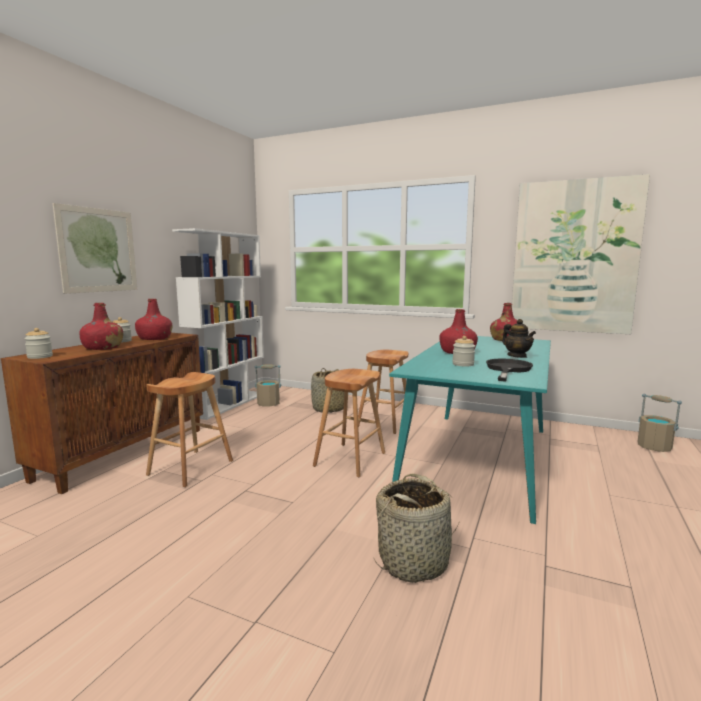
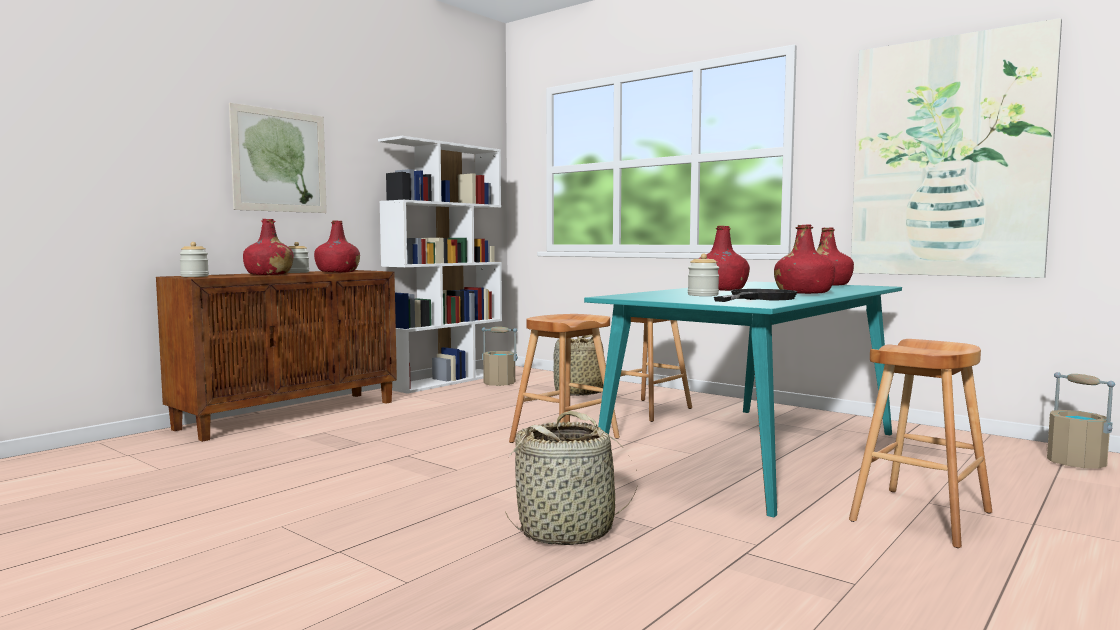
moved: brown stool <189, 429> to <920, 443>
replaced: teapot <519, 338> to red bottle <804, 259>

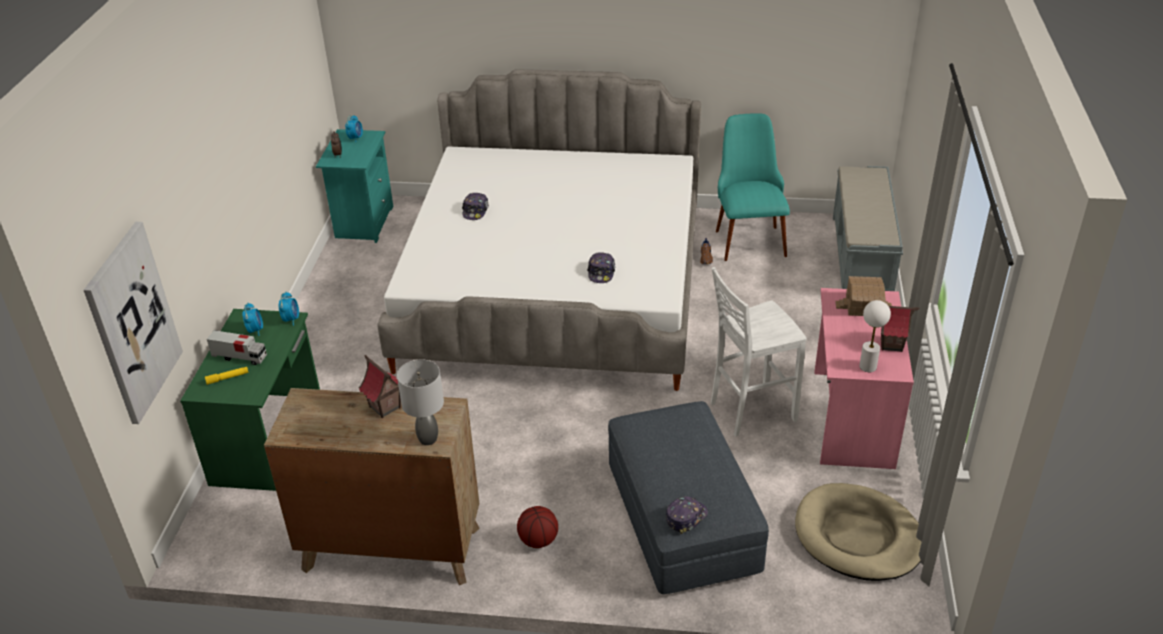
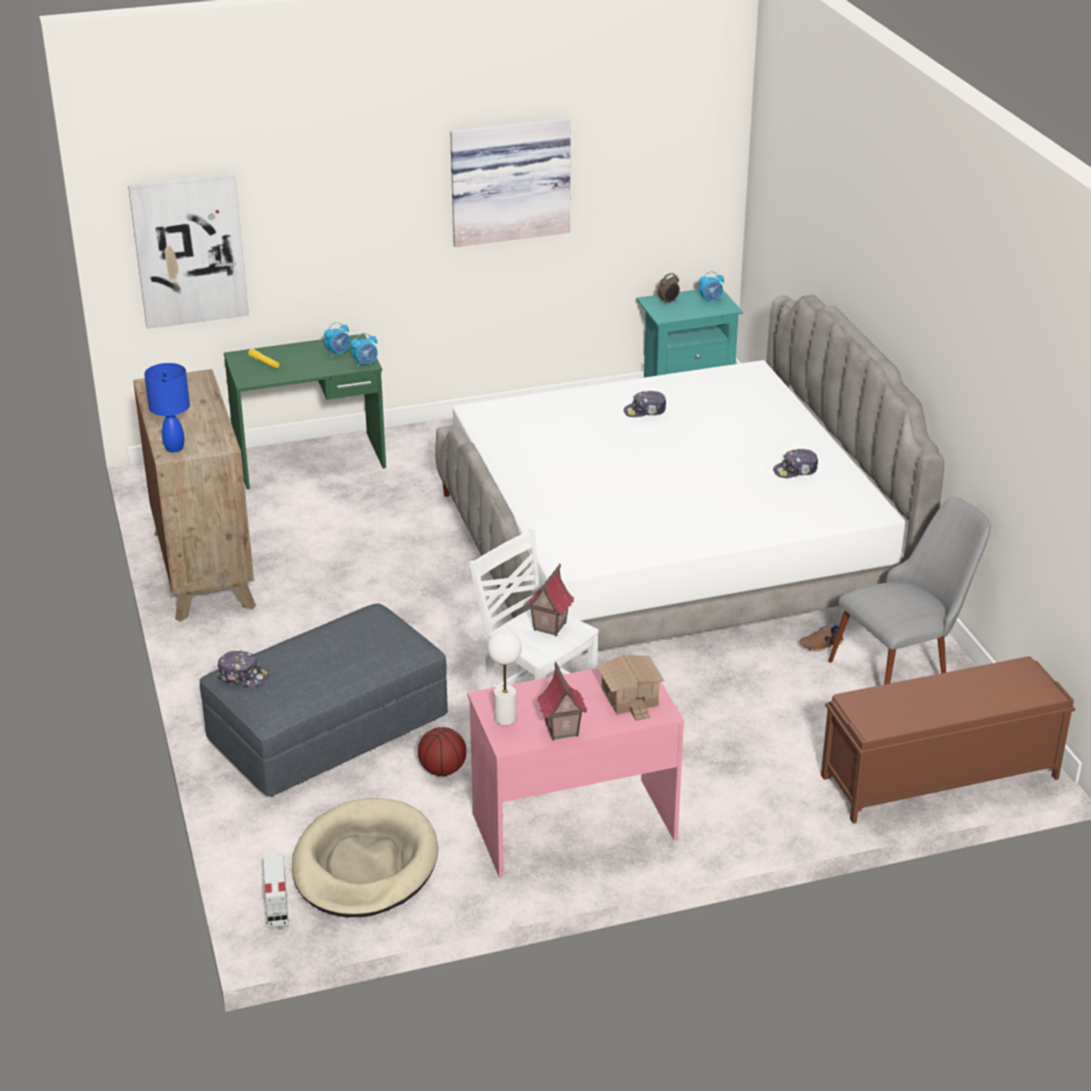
added: picture <510, 182>
moved: toy truck <237, 347> to <276, 892>; toy house <379, 386> to <550, 600>; basketball <537, 527> to <442, 751>; cap <601, 267> to <795, 463>
recoloured: grey table lamp <420, 402> to blue table lamp <167, 407>; turquoise chair <753, 187> to grey chair <909, 591>; grey bench <868, 228> to brown bench <948, 740>

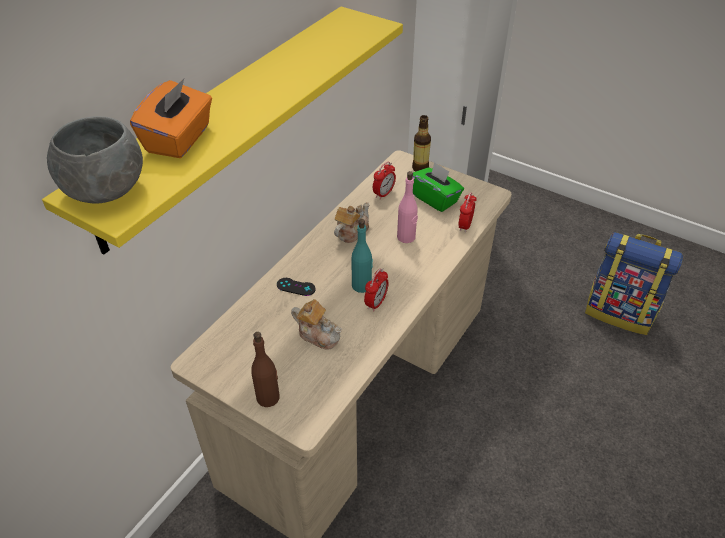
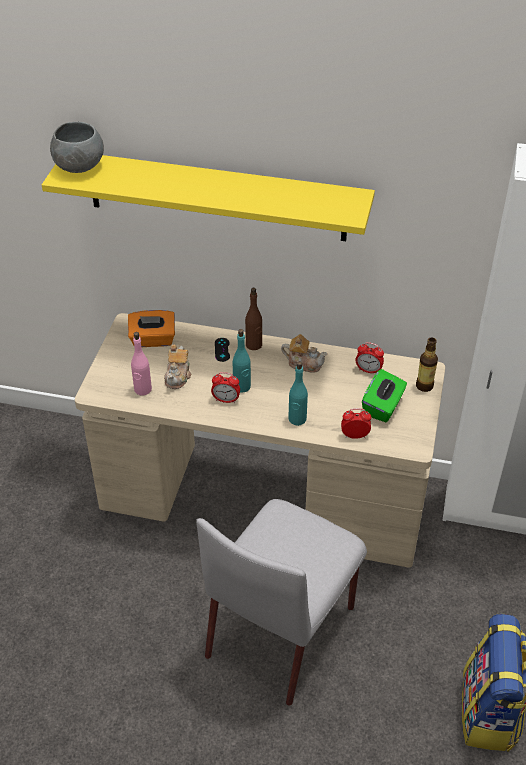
added: grey chair <281, 602>; turquoise bottle <298, 393>
moved: orange tissue box <171, 118> to <151, 328>; brown bottle <265, 369> to <253, 319>; pink bottle <407, 207> to <141, 364>

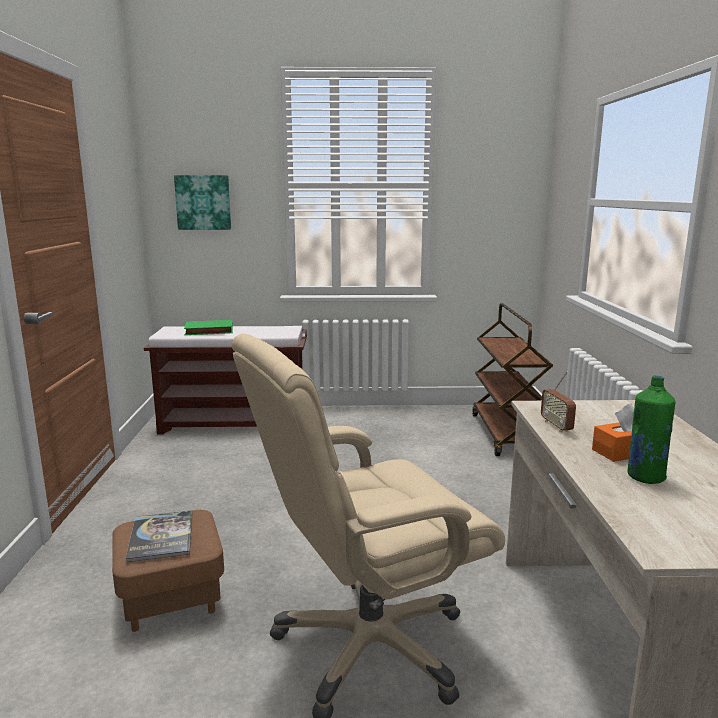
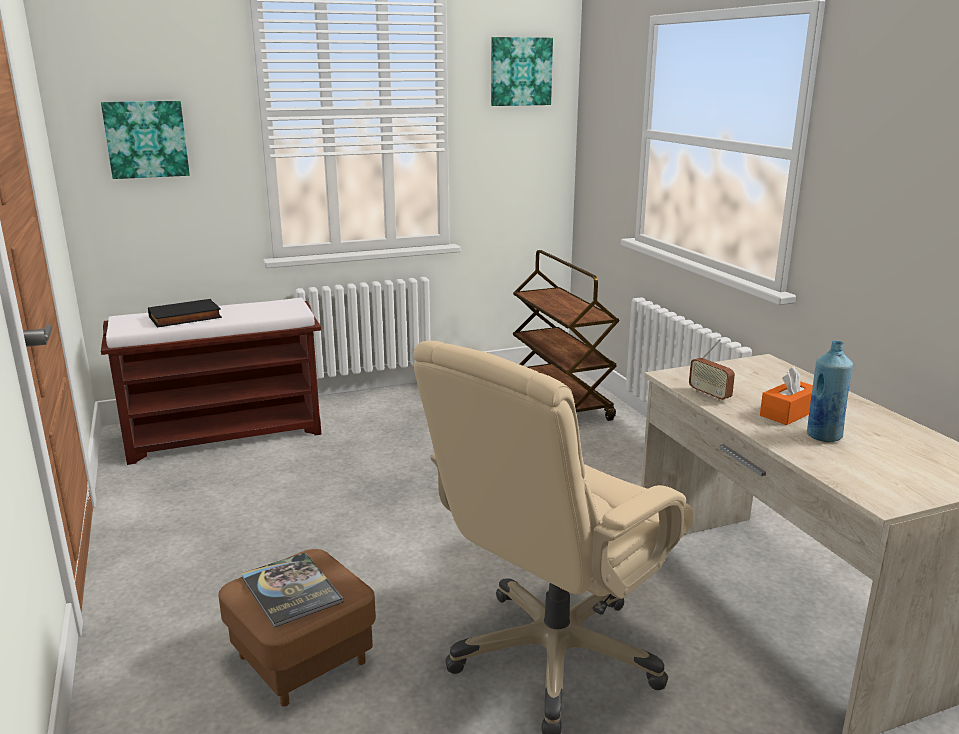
added: picture <522, 71>
recoloured: green book <208, 327> to black book <185, 313>; green bottle <651, 430> to blue bottle <830, 391>

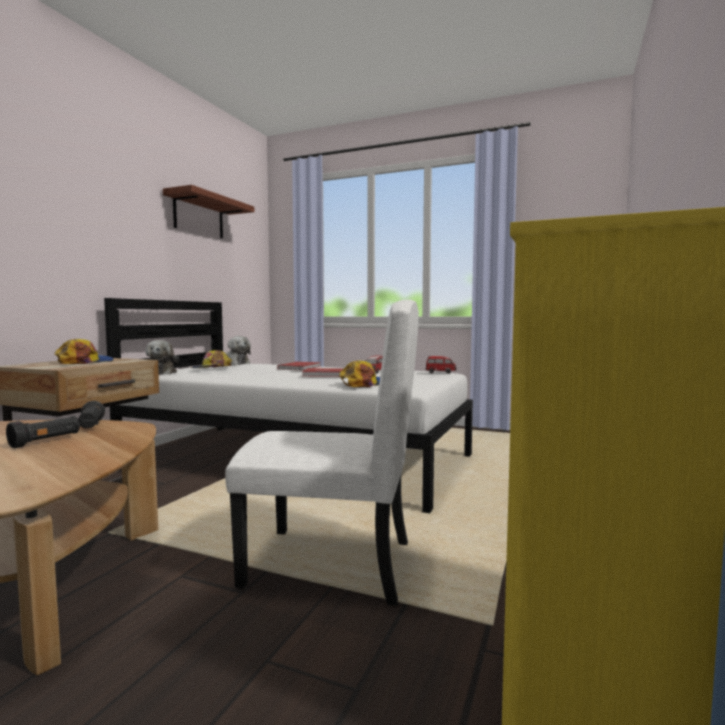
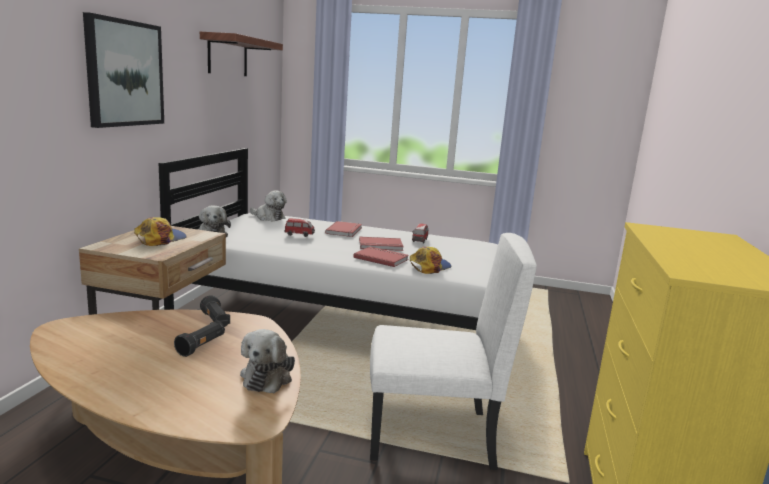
removed: cap <211, 359>
added: picture <123, 70>; plush toy <267, 361>; red book <381, 257>
moved: toy car <441, 365> to <299, 227>

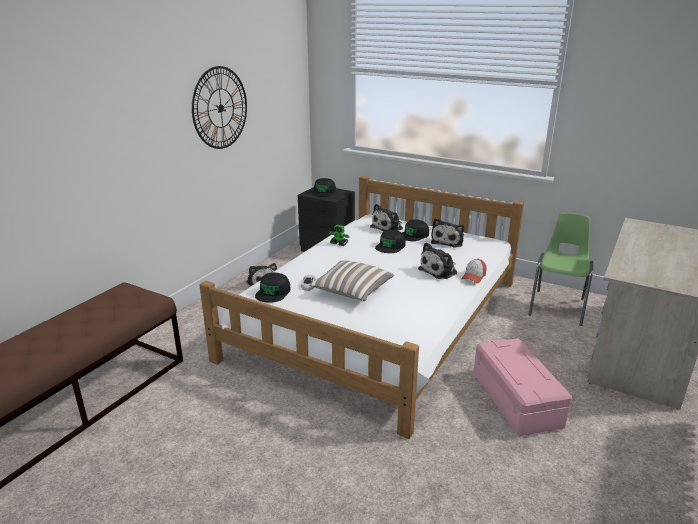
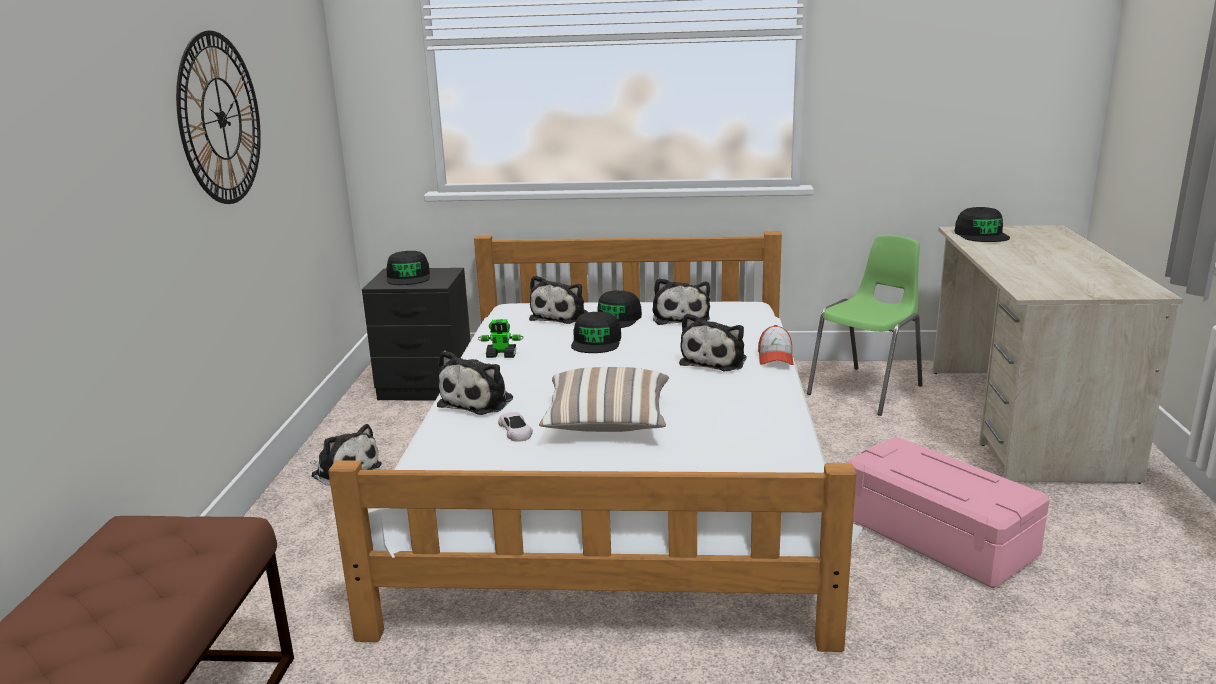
added: plush toy <475, 383>
moved: black cap <273, 287> to <982, 224>
turned: green chair <561, 269> = <864, 325> 45 degrees clockwise

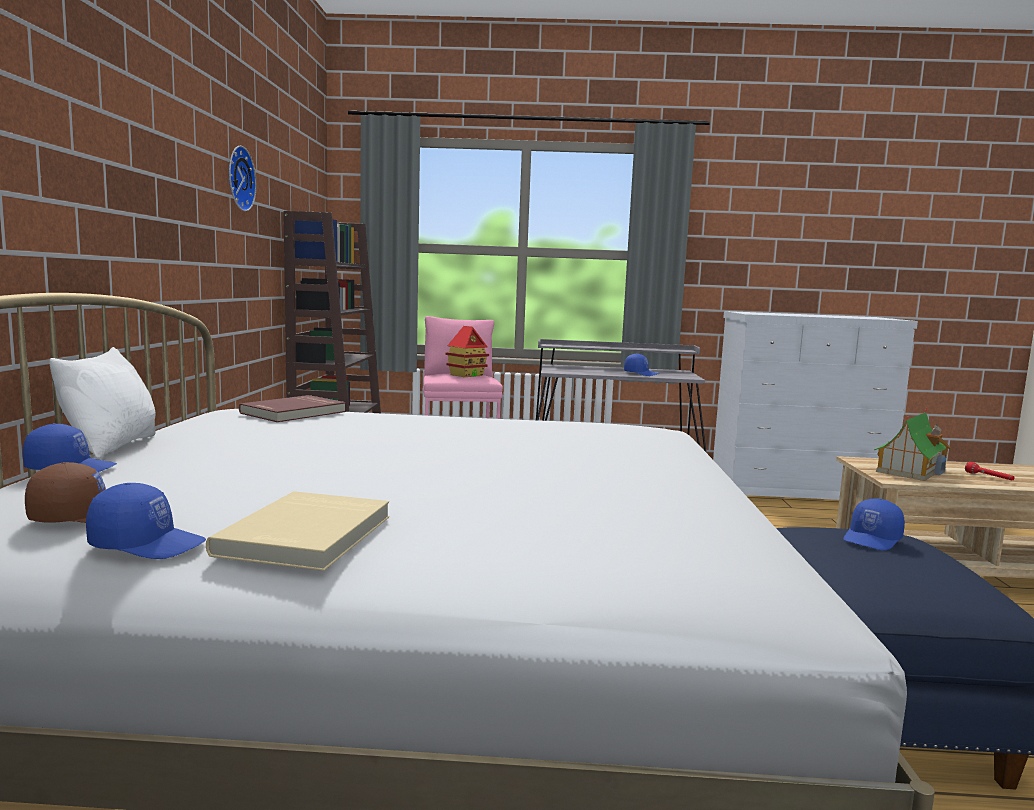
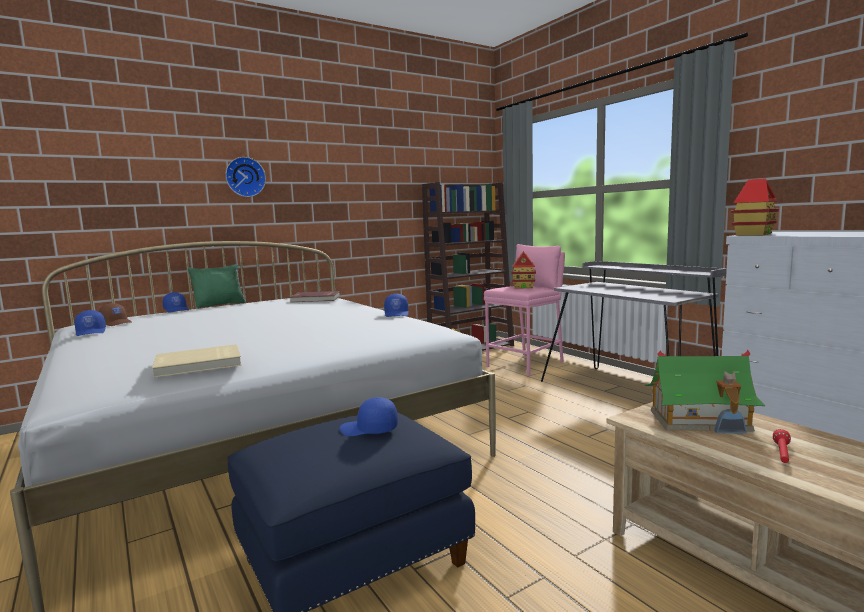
added: toy house <755, 206>
moved: beige book <297, 531> to <197, 361>; wall clock <243, 178> to <245, 177>; blue cap <641, 364> to <396, 305>
recoloured: white pillow <102, 402> to green pillow <217, 286>

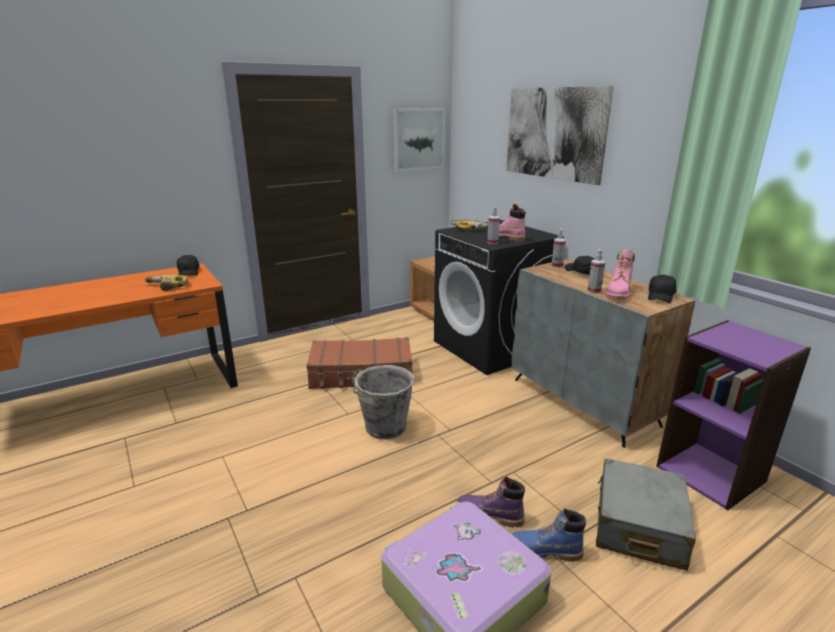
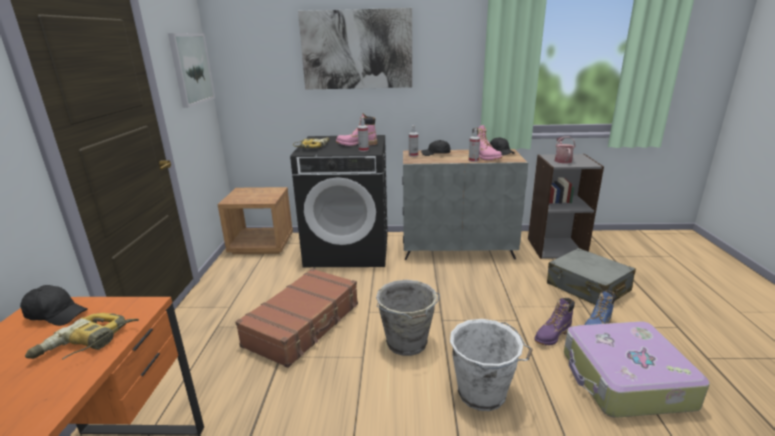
added: white bucket <491, 365>; watering can <565, 149>
recoloured: purple bookcase <733, 415> to grey bookcase <566, 206>

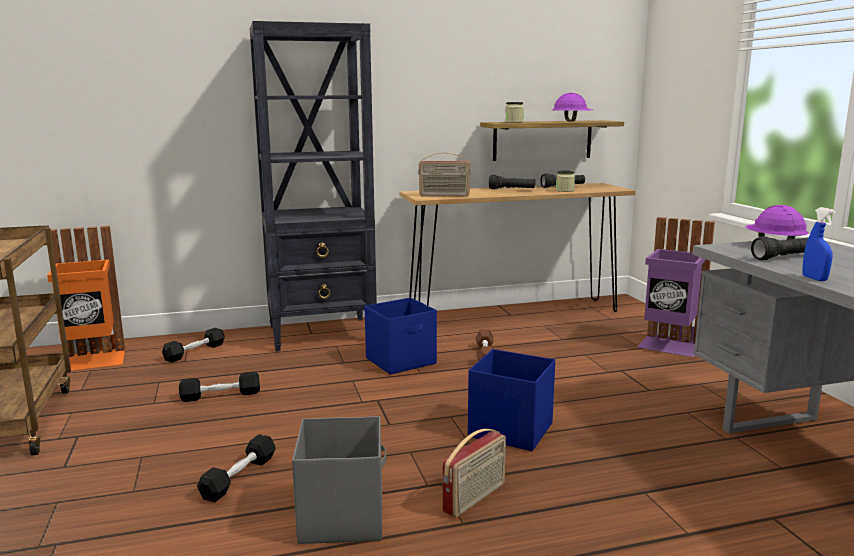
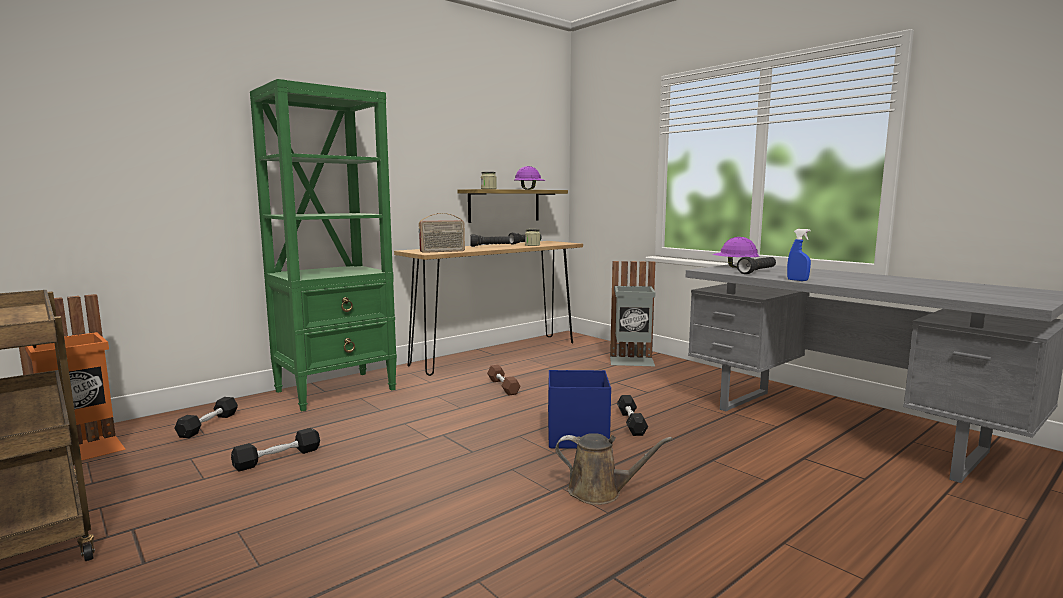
removed: grey storage box <339, 480>; blue storage box <401, 336>
moved: black dumbbell <236, 468> to <632, 415>
replaced: radio <474, 473> to brown watering can <613, 469>
recoloured: black bookcase <313, 186> to green bookcase <323, 245>; purple trash can <676, 287> to grey trash can <633, 313>

